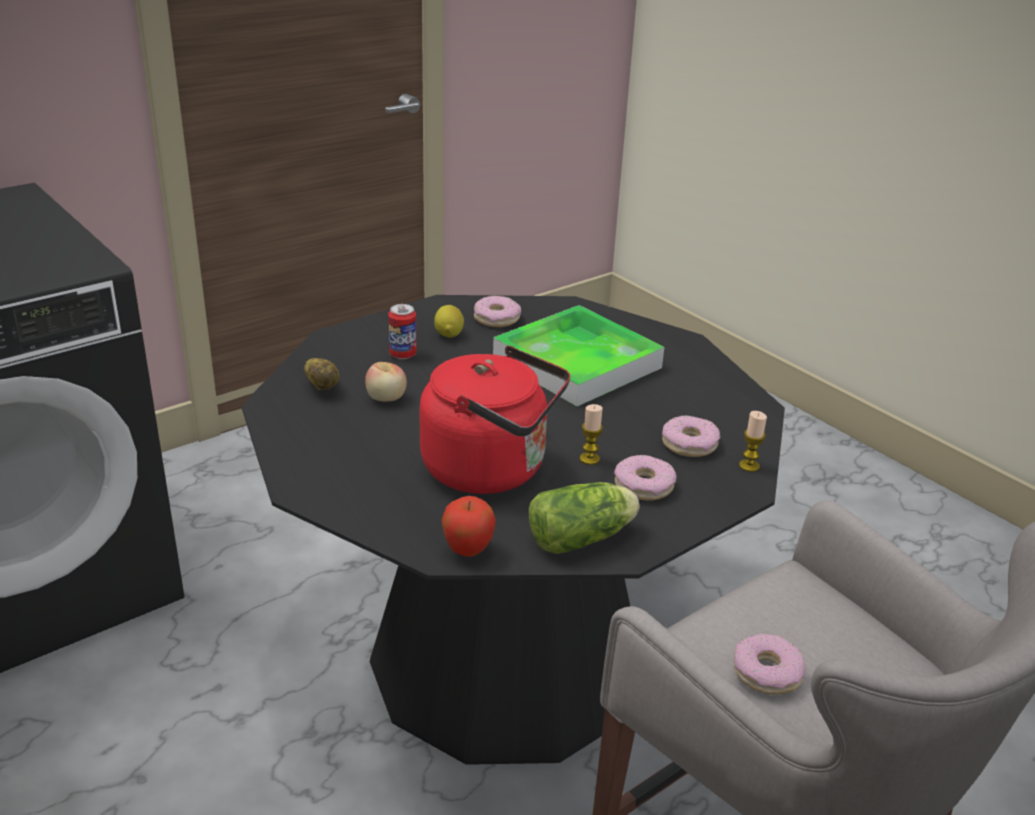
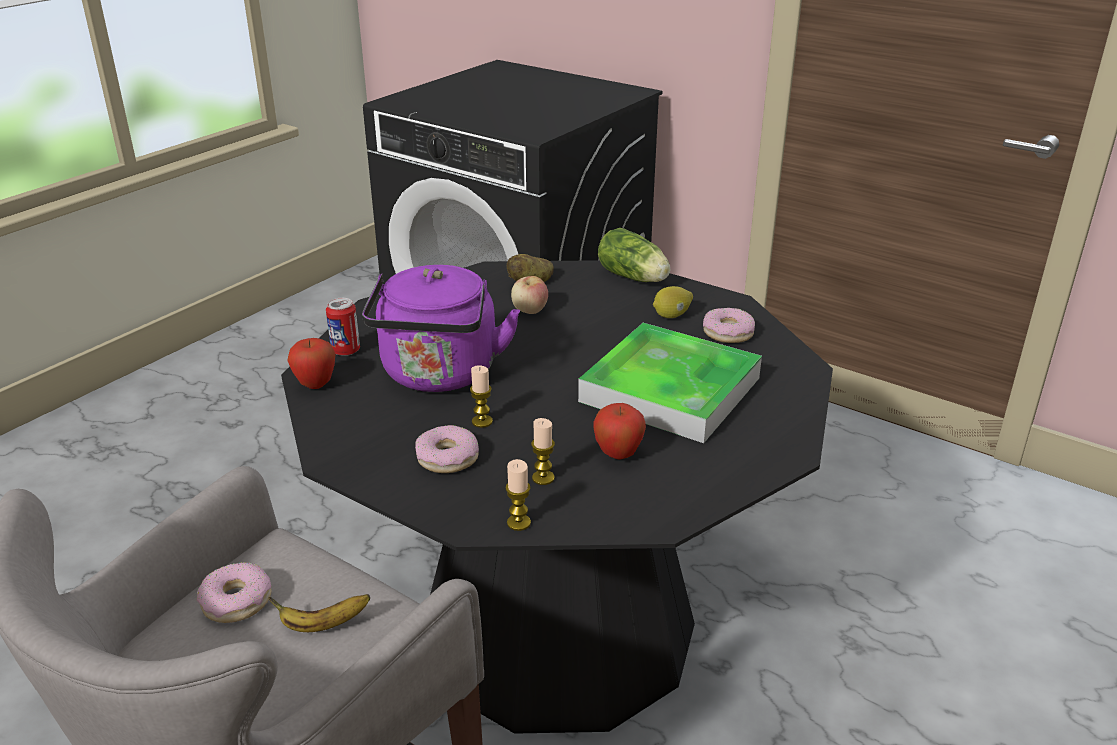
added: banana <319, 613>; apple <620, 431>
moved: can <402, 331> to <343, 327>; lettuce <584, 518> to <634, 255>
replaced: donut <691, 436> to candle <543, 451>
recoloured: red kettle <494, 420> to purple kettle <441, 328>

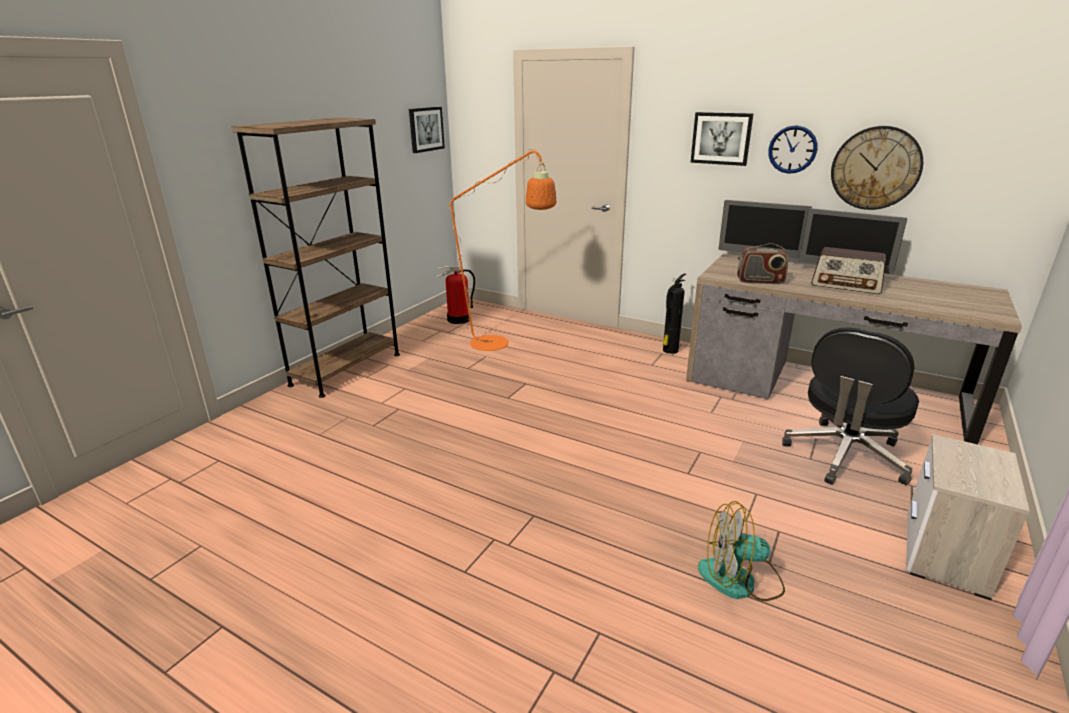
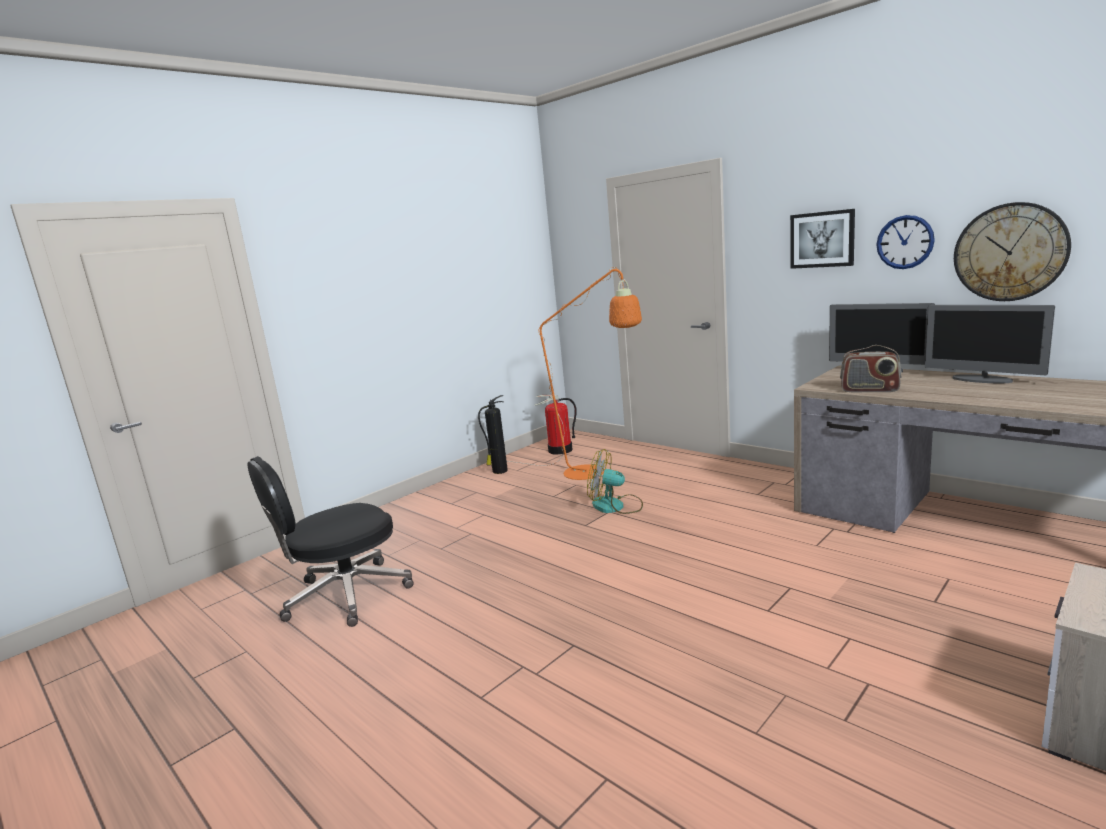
removed: brown bookcase <316, 258>; picture <427, 130>; radio <848, 270>
moved: fire extinguisher <674, 313> to <493, 434>; fan <741, 551> to <615, 481>; black office chair <850, 406> to <330, 541>

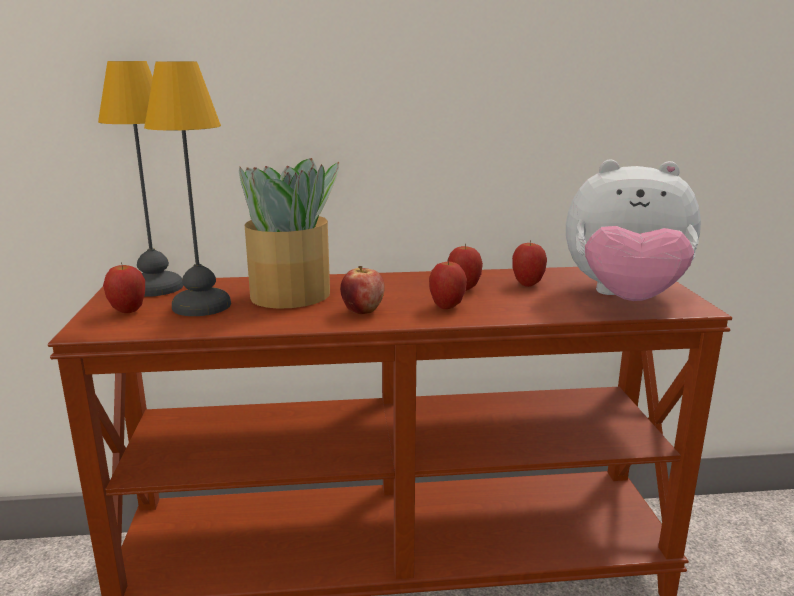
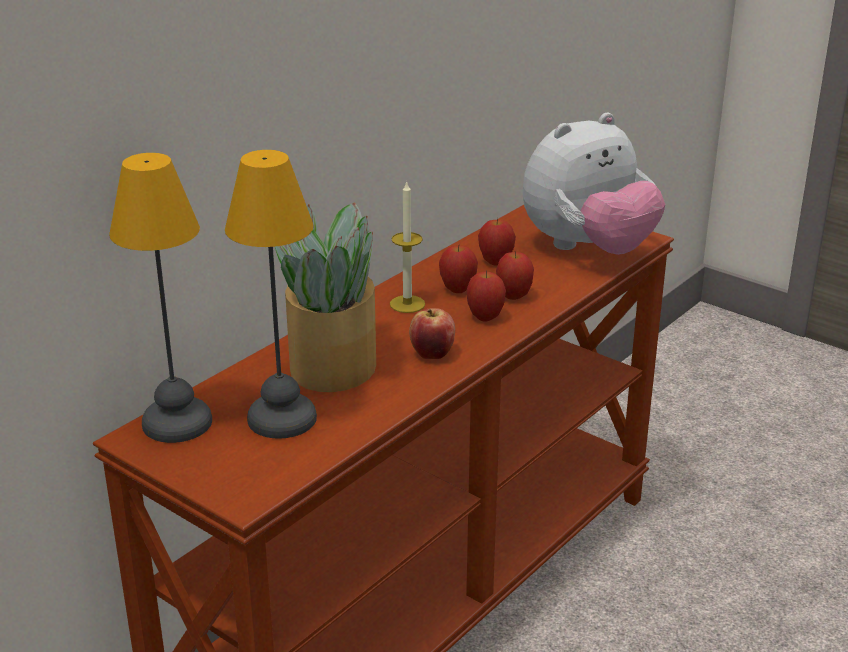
added: candle <407, 246>
moved: apple <124, 287> to <515, 275>

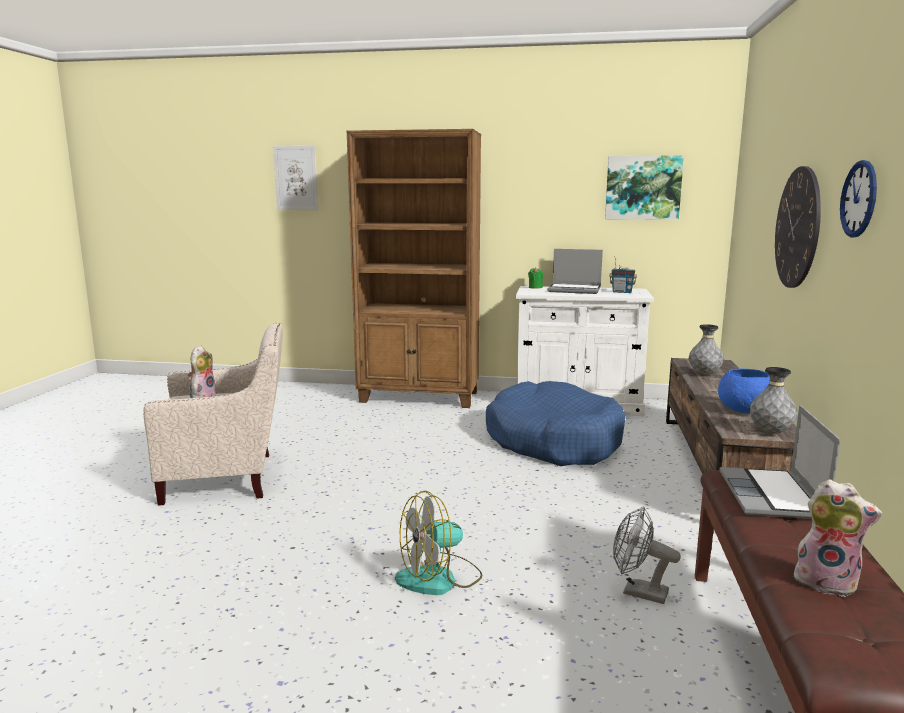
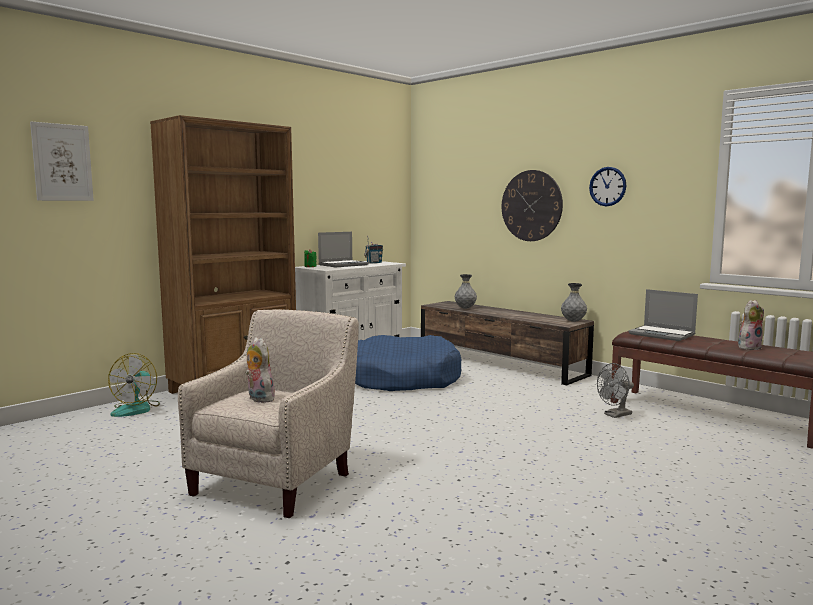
removed: picture <644, 187>; blue bowl <744, 391>
moved: fan <439, 542> to <134, 385>

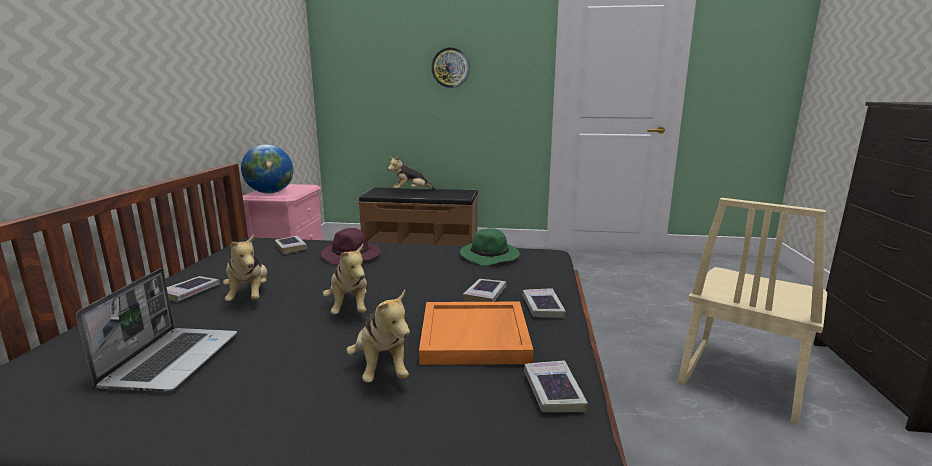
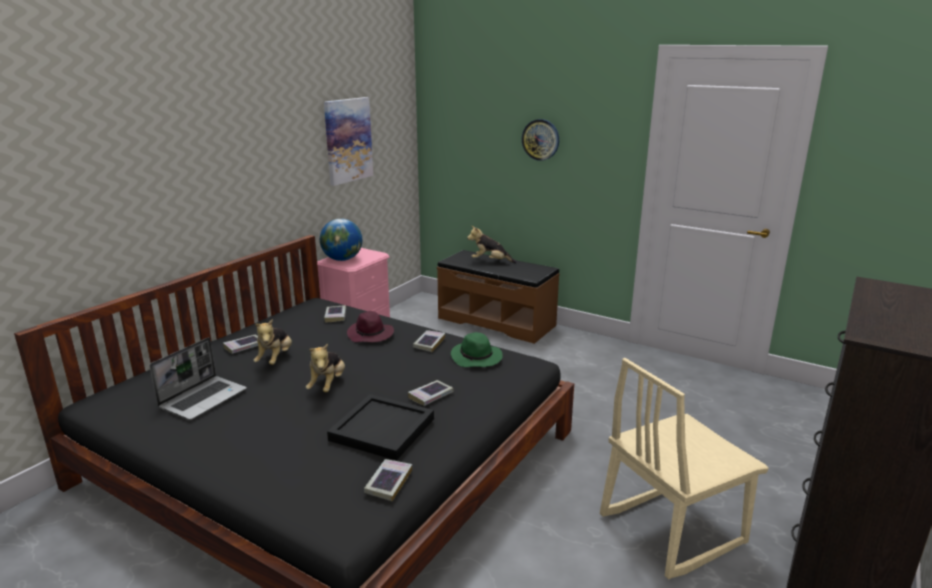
removed: plush toy <378, 335>
added: picture <348, 141>
moved: book <544, 303> to <429, 341>
recoloured: orange tray <476, 333> to black tray <380, 427>

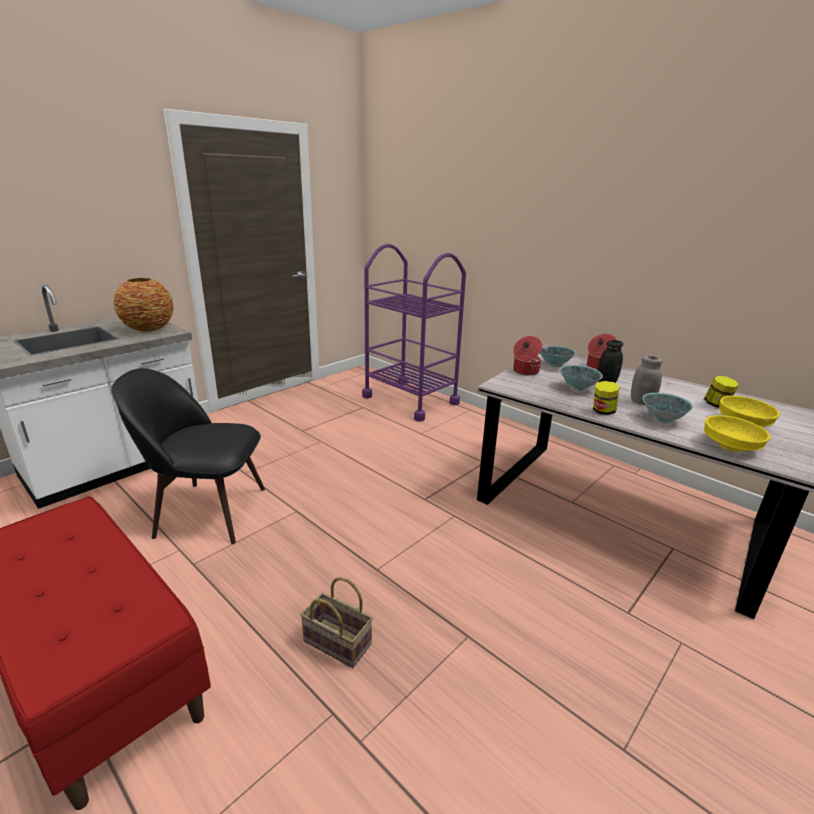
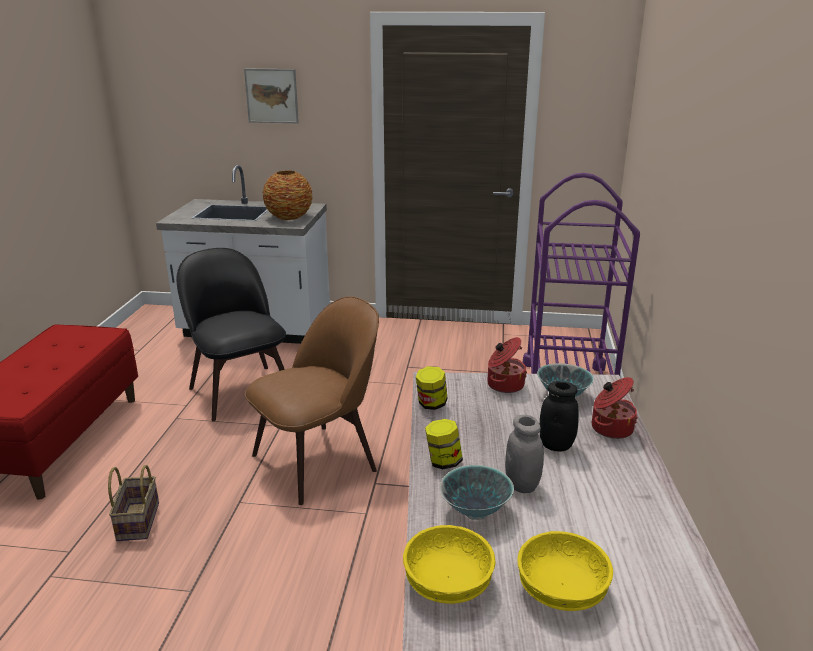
removed: bowl <581, 378>
added: picture <271, 95>; brown chair <312, 400>
moved: jar <721, 392> to <432, 388>

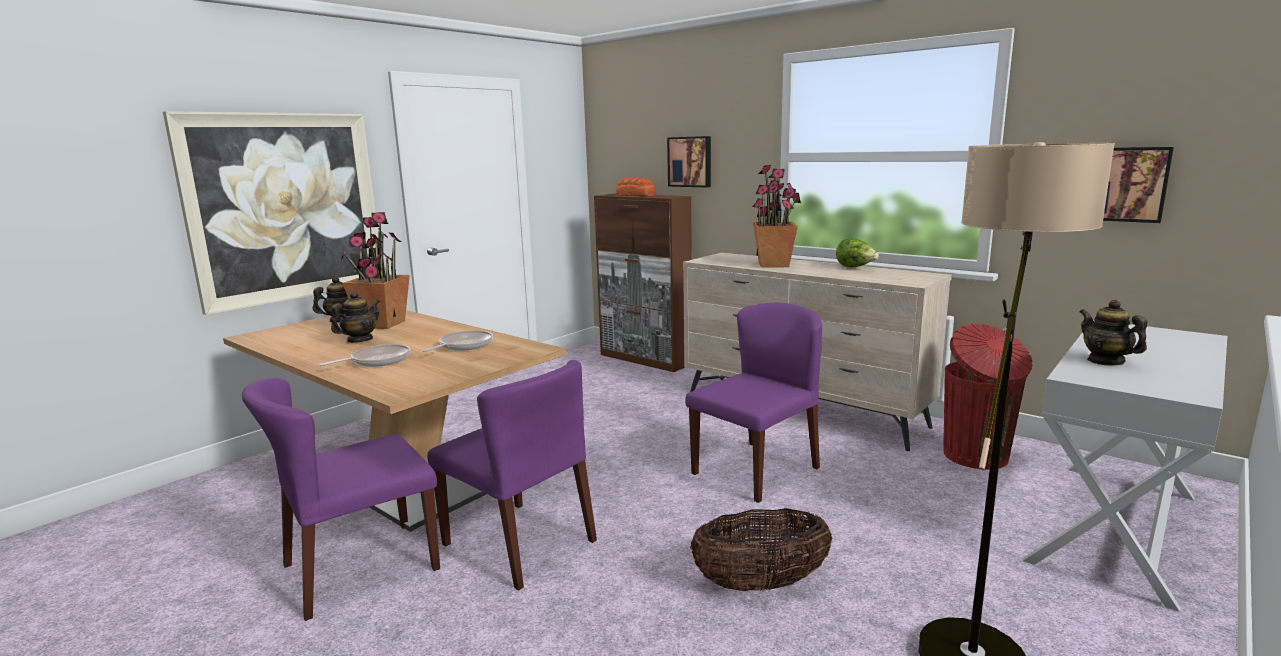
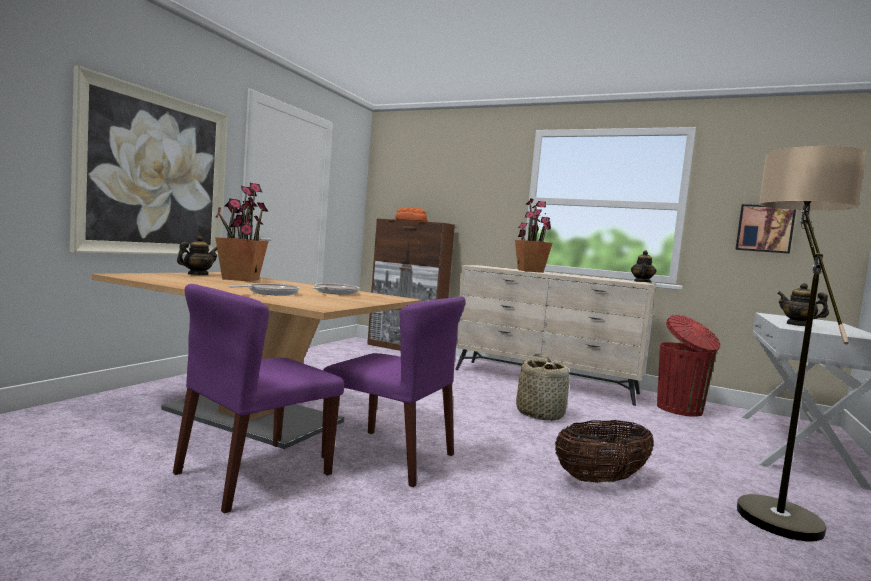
removed: picture <689, 161>; lettuce <857, 252>
moved: teapot <355, 317> to <643, 266>
replaced: purple chair <753, 403> to basket <543, 387>

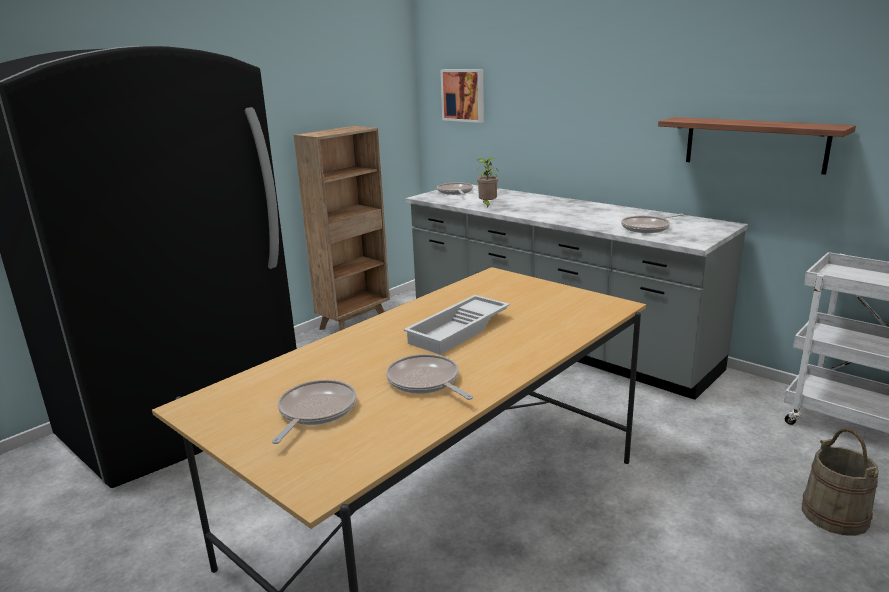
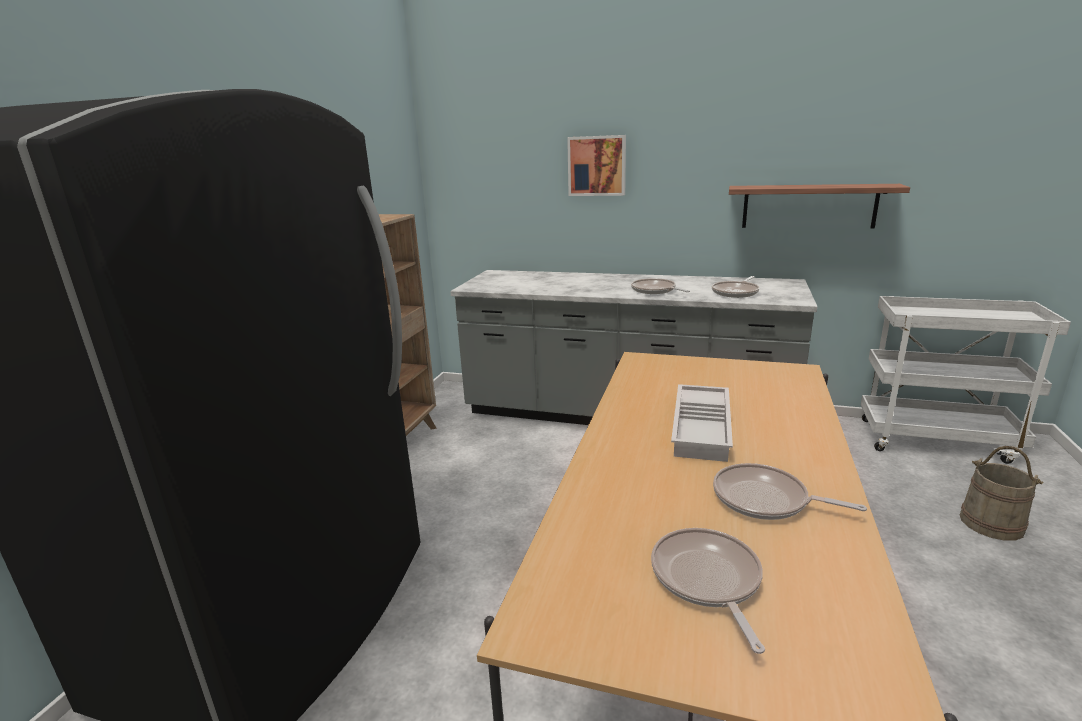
removed: potted plant <488, 182>
moved: frying pan <455, 188> to <660, 286>; picture <462, 96> to <596, 165>

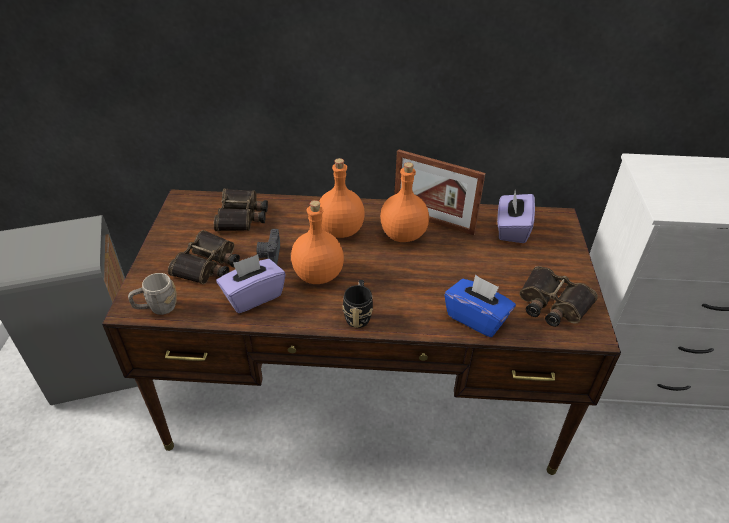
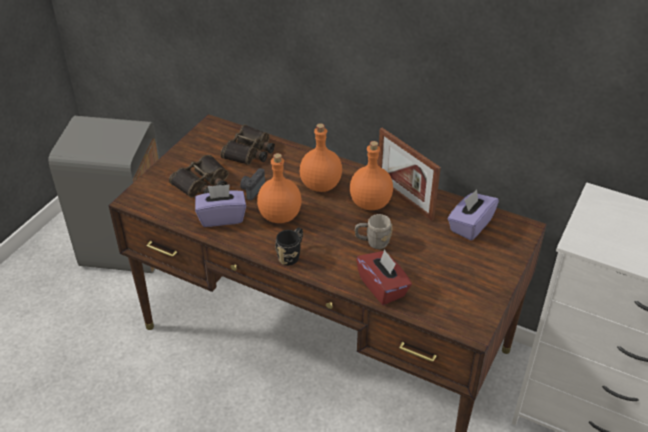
removed: binoculars <558, 296>
moved: grey mug <152, 294> to <373, 231>
recoloured: blue tissue box <480, 305> to red tissue box <384, 277>

